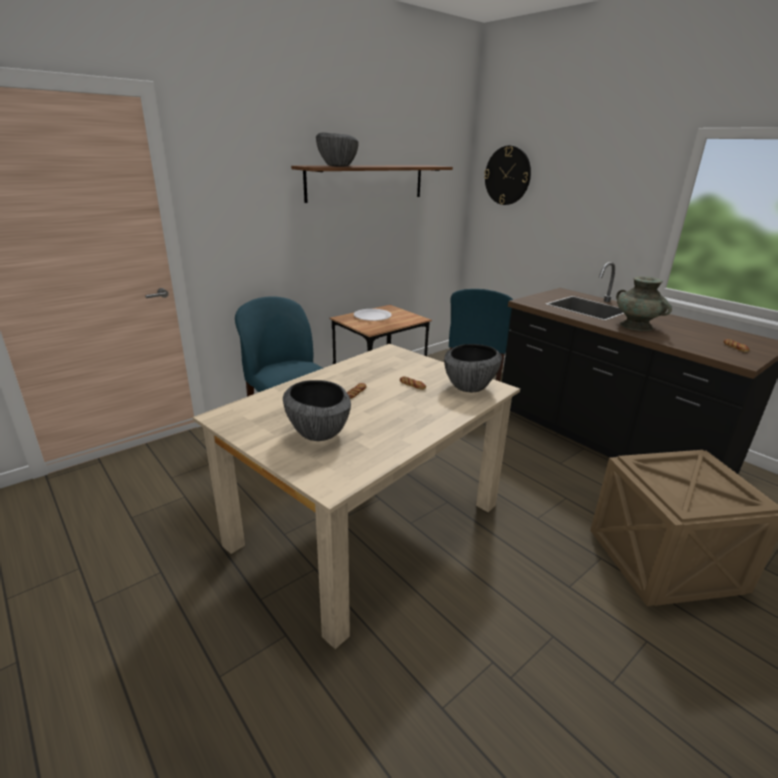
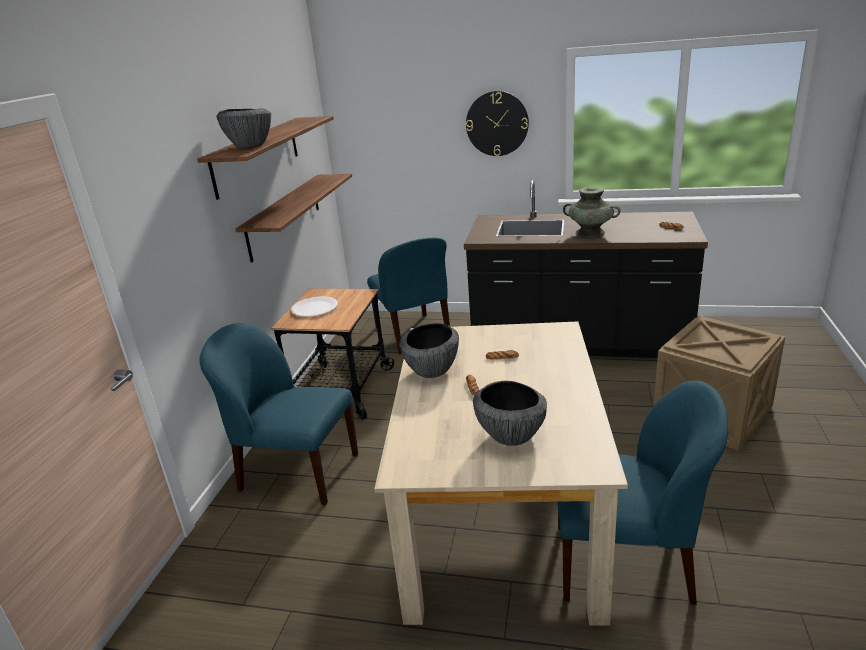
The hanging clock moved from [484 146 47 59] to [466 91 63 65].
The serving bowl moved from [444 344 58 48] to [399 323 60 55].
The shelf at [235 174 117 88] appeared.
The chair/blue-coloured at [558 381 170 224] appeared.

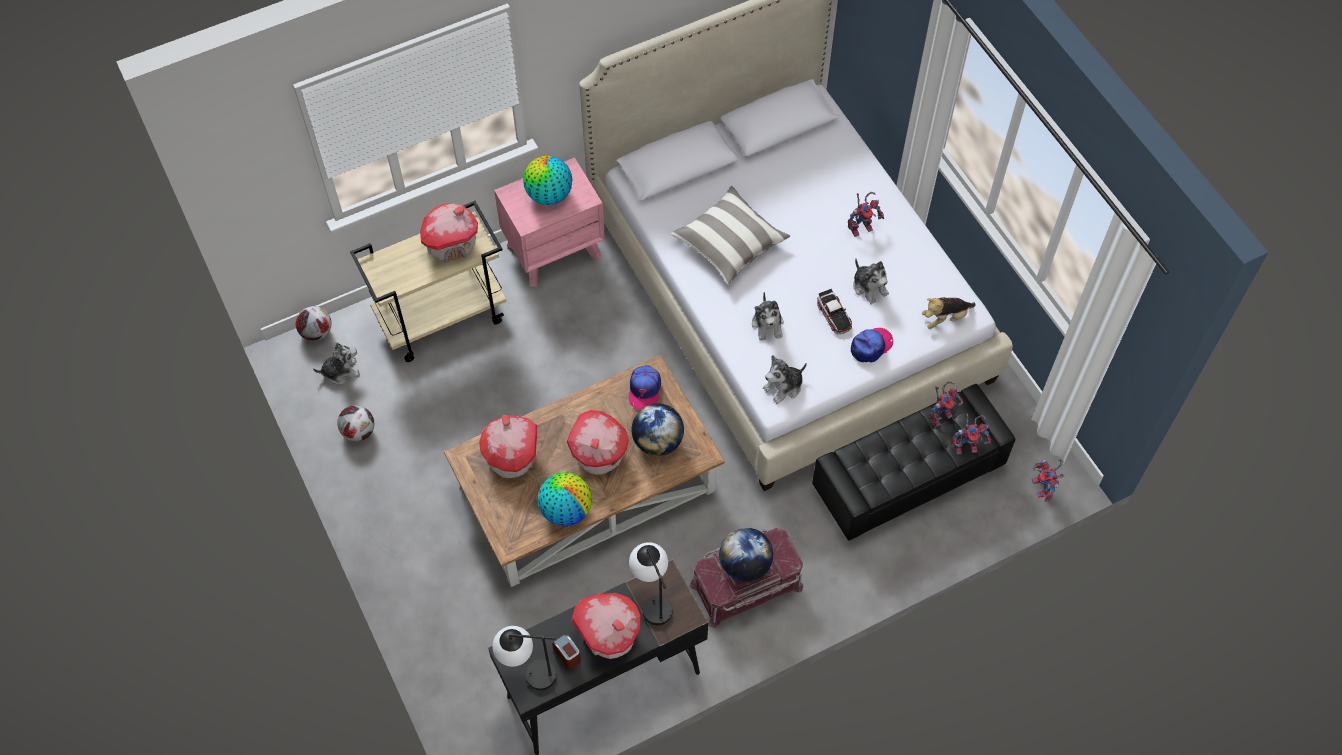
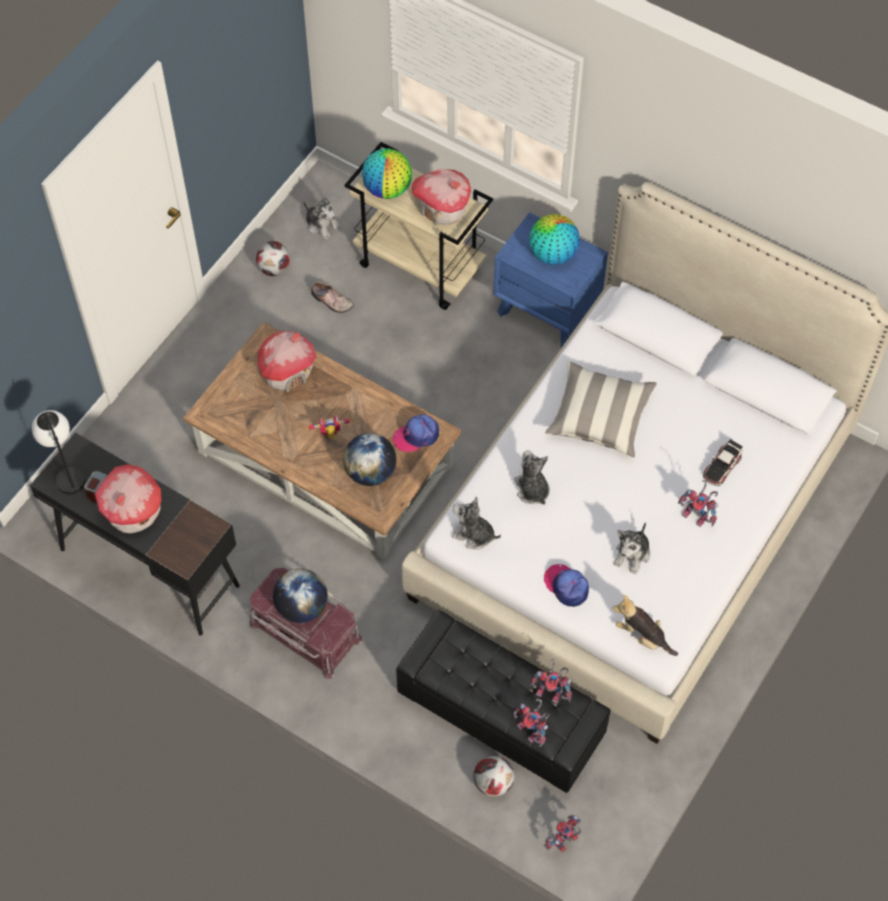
The night table/pink-coloured at [494 157 111 130] became the night table/blue-coloured at [493 212 115 136].
The model car moved from [817 289 35 45] to [703 439 40 47].
The cuddly toy at [752 292 32 49] turned 105 degrees clockwise.
The football moved from [296 306 35 35] to [473 756 41 41].
The baseball cap at [851 328 42 35] turned 150 degrees counterclockwise.
The toy house at [566 410 63 65] was replaced by the model robot at [306 416 47 23].
The desk globe moved from [538 472 54 54] to [362 149 50 50].
The tabletop lamp at [629 542 44 83] disappeared.
The item of footwear at [311 282 43 31] appeared.

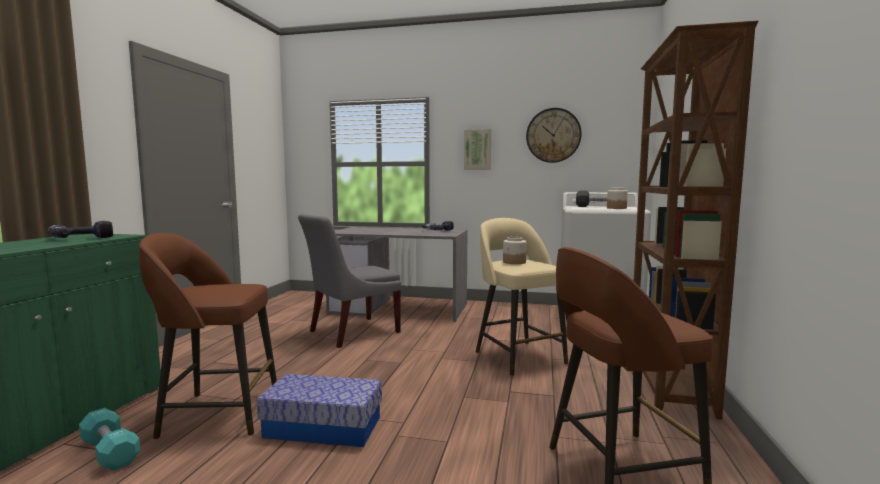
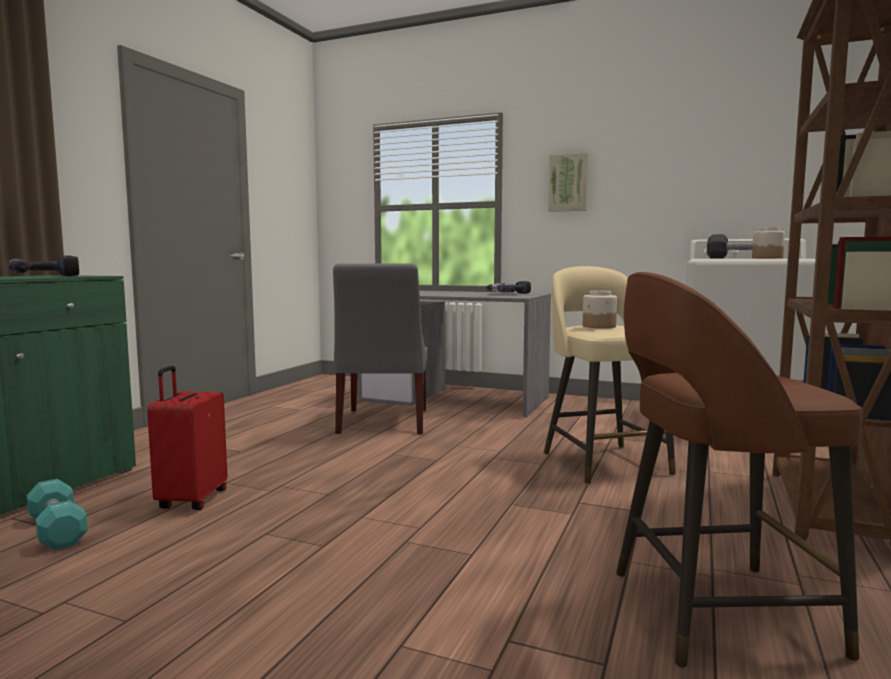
The hanging clock at [526 108 56 55] disappeared.
The chair/gray at [298 214 103 134] turned 60 degrees counterclockwise.
The sitting stool/brown at [139 233 138 206] was replaced by the suitcase/red at [147 366 81 144].
The storage container at [257 374 125 73] disappeared.

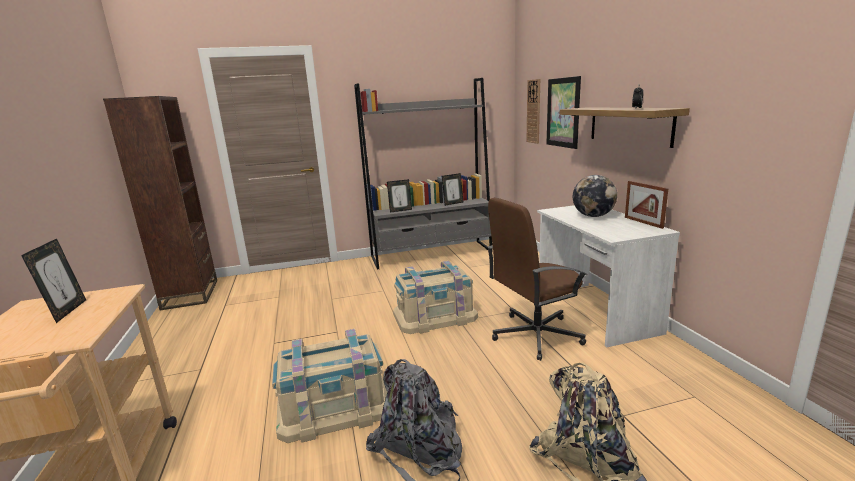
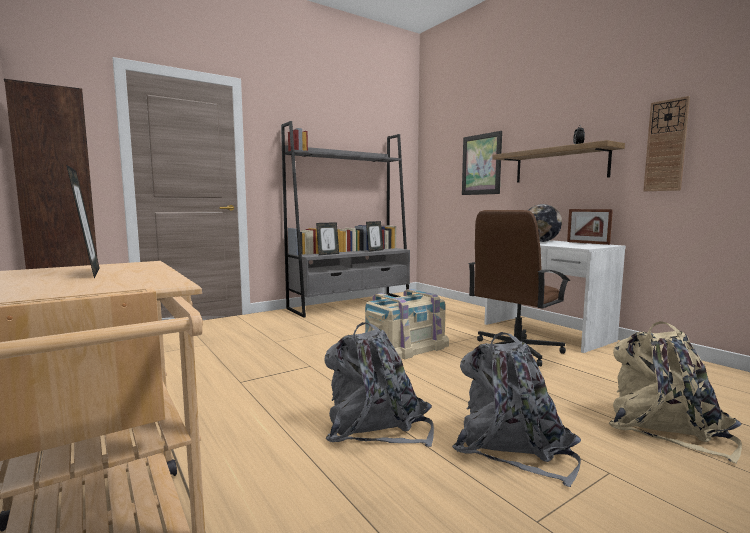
The hanging clock moved from [526 79 14 65] to [643 96 47 95].
The storage container/beige-coloured at [272 329 115 114] was replaced by the backpack/gray at [324 322 110 125].

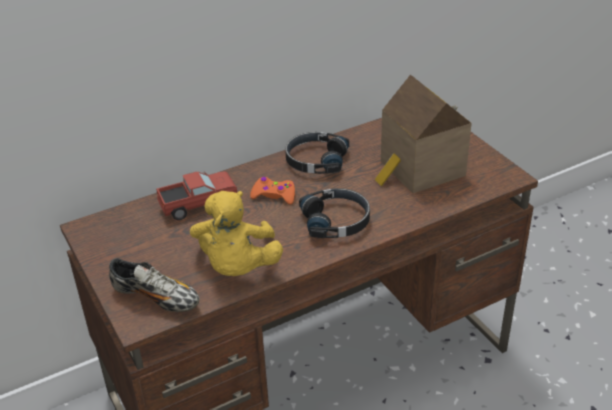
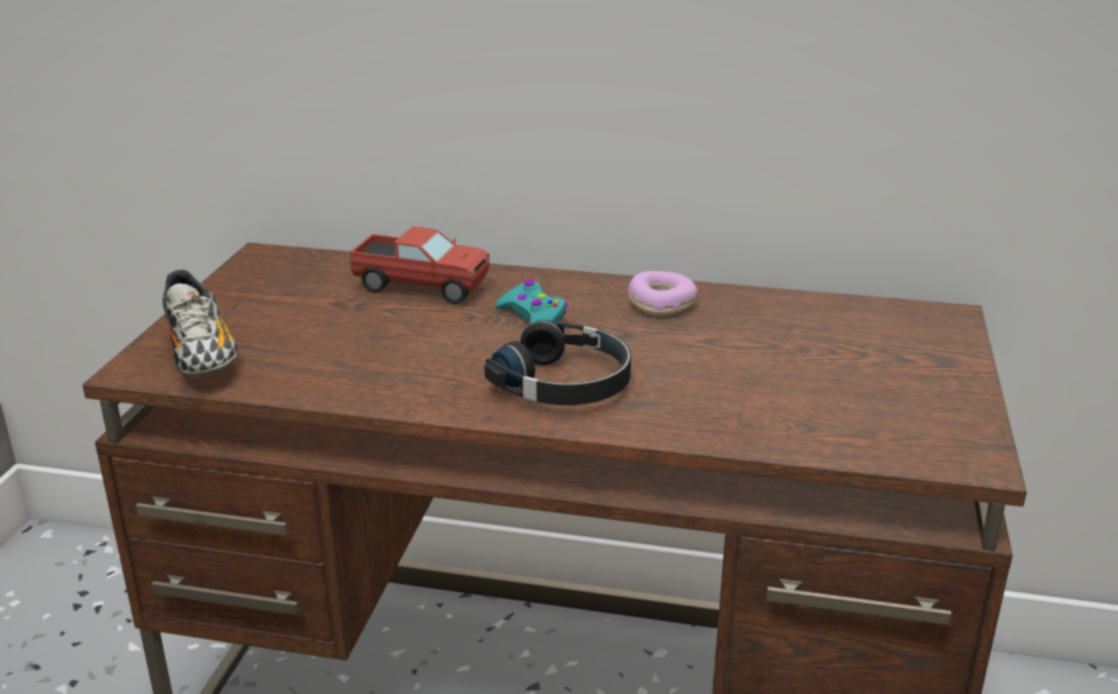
The toy house at [374 74 98 119] disappeared.
The headset/black at [285 132 65 42] was replaced by the doughnut at [627 271 71 45].
The game controller/orangey at [250 177 45 28] became the game controller/blue-green at [495 280 72 44].
The cuddly toy/yellow at [190 191 93 85] disappeared.

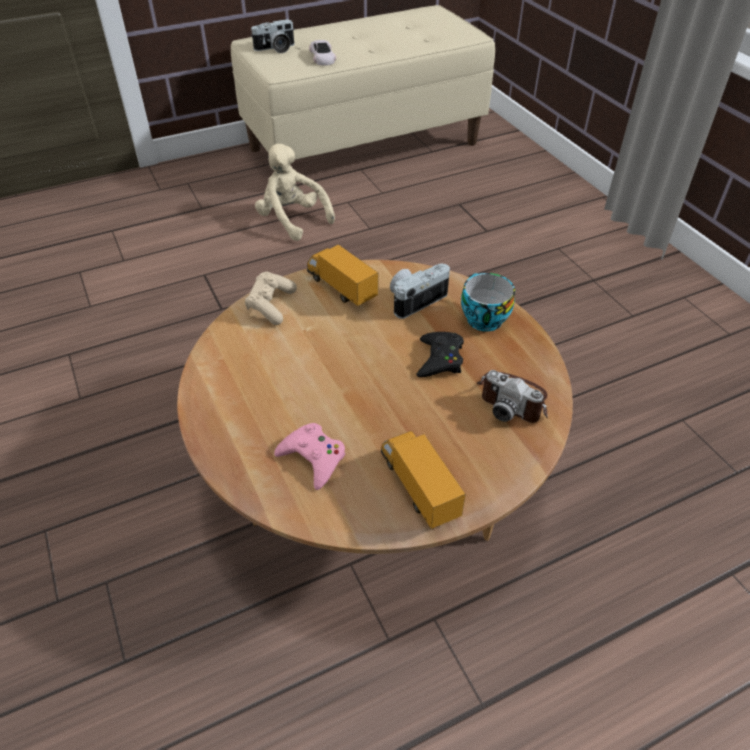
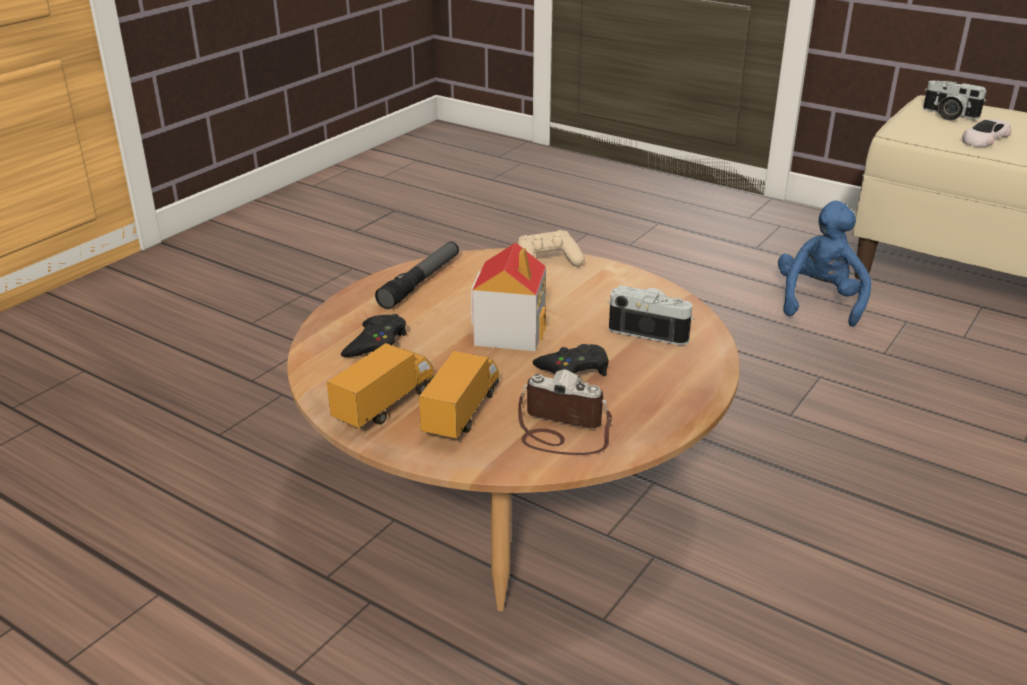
The cuddly toy/beige-coloured at [255 144 80 97] became the cuddly toy/blue-coloured at [778 201 93 126].
The model truck moved from [307 244 71 62] to [419 351 80 88].
The small cup at [461 273 54 59] disappeared.
The still camera at [477 370 71 53] turned 105 degrees clockwise.
The game controller/pink-coloured at [274 423 71 67] became the game controller/black at [341 314 66 43].
The hand torch at [375 242 84 67] appeared.
The toy house at [471 242 75 109] appeared.

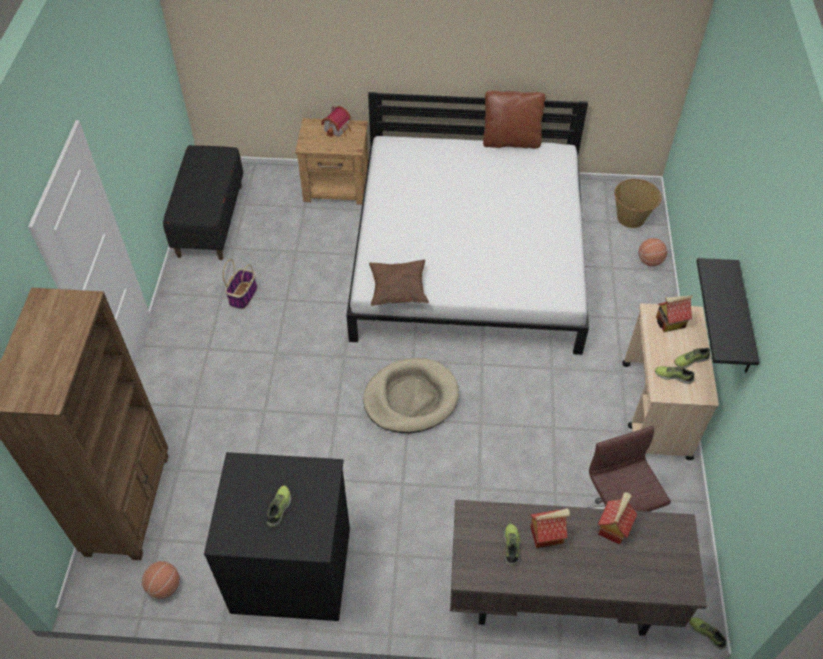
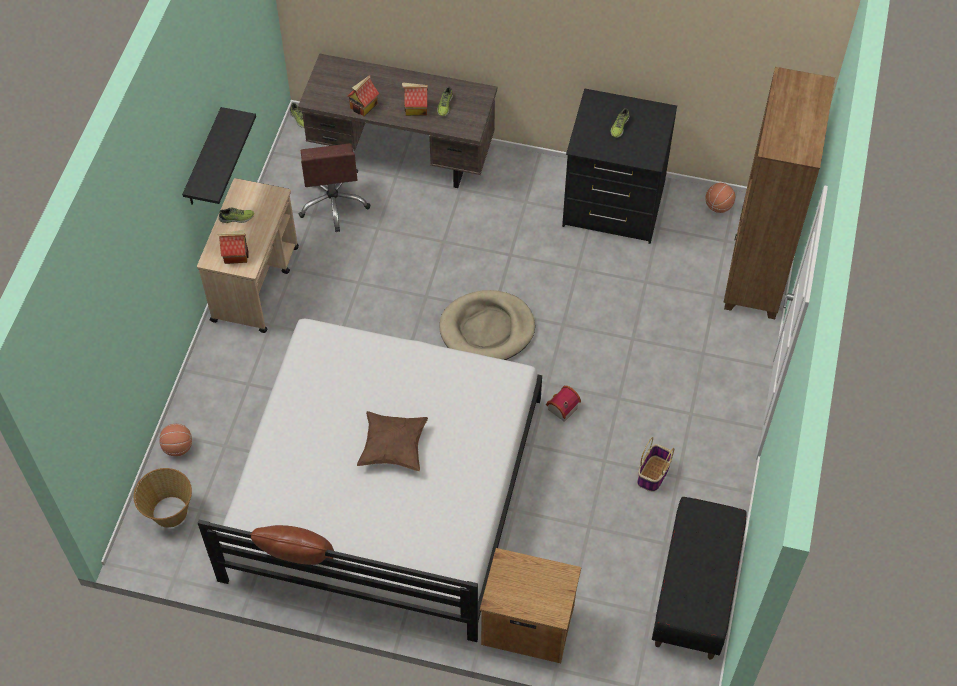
The toy house moved from [321 106 30 31] to [546 386 35 36].
The pillow/brown moved from [369 260 60 46] to [357 411 71 60].
The item of footwear at [655 366 39 18] disappeared.

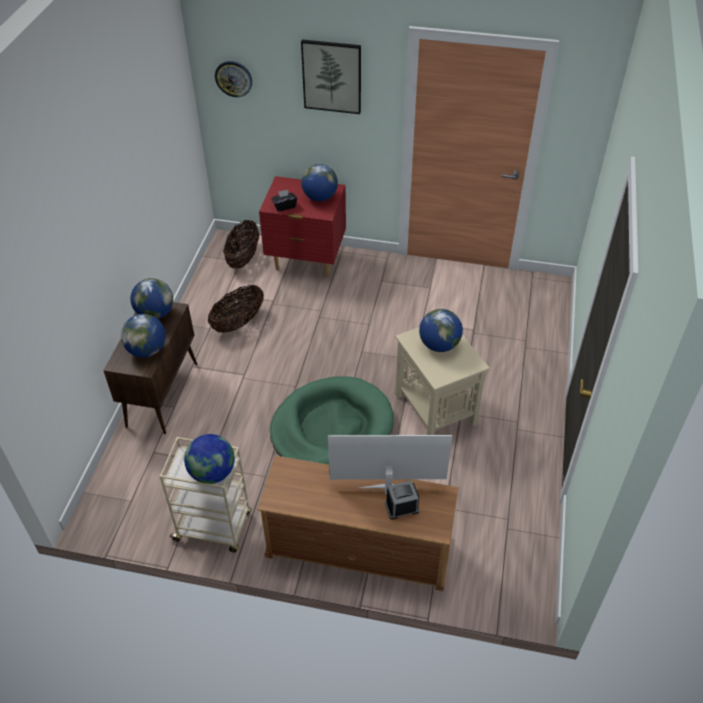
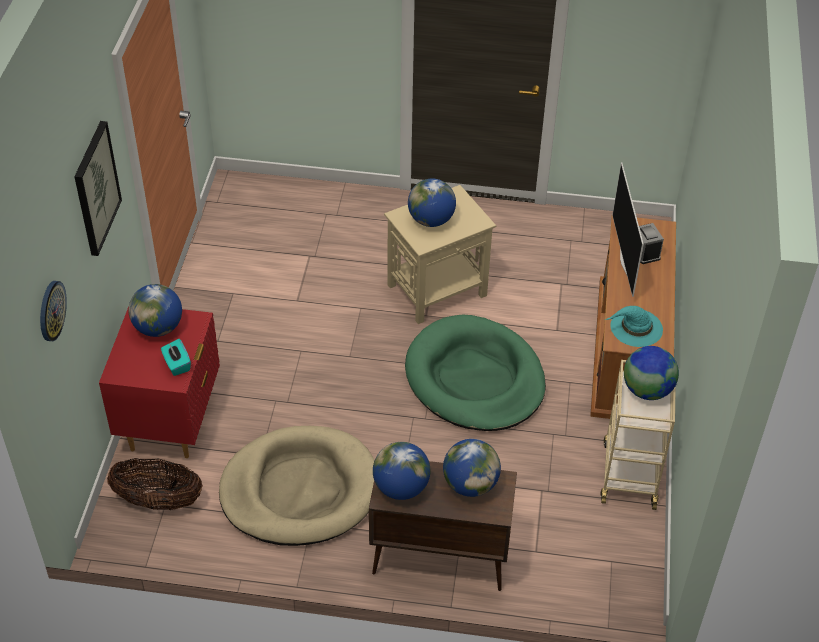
The tissue holder/black at [272 190 25 22] became the tissue holder/blue-green at [161 339 30 37].
The storage basket at [208 285 56 48] was replaced by the dog bed/beige-coloured at [219 426 156 120].
The hat/blue-green at [605 306 58 41] appeared.

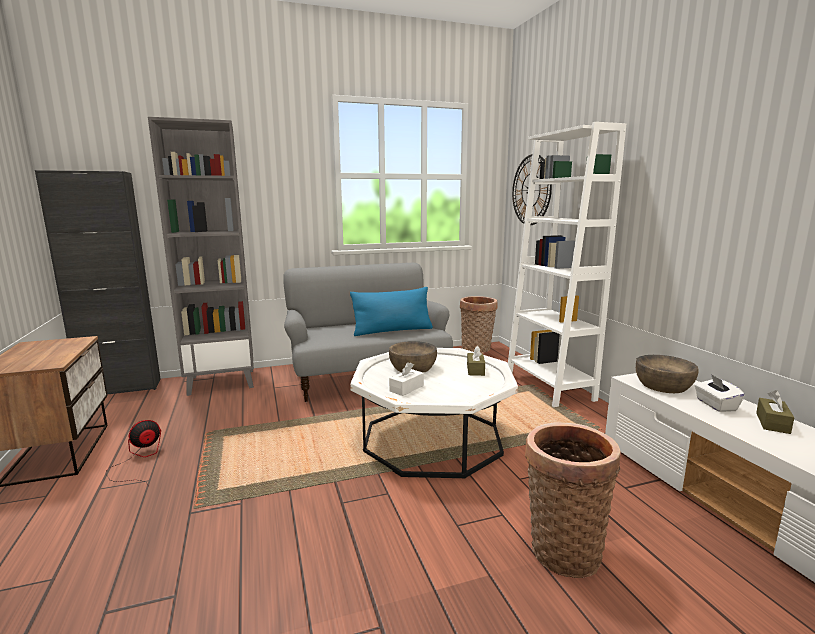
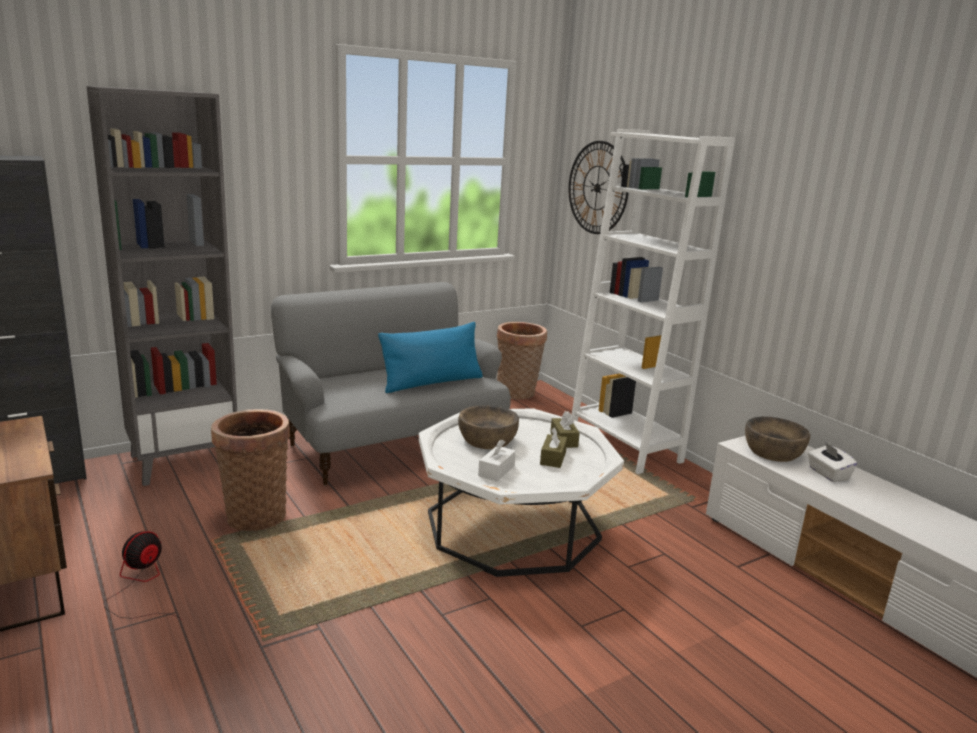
The tissue holder/brown moved from [756 390 38 44] to [540 428 28 40].
The storage basket moved from [525 422 95 156] to [211 409 79 122].

